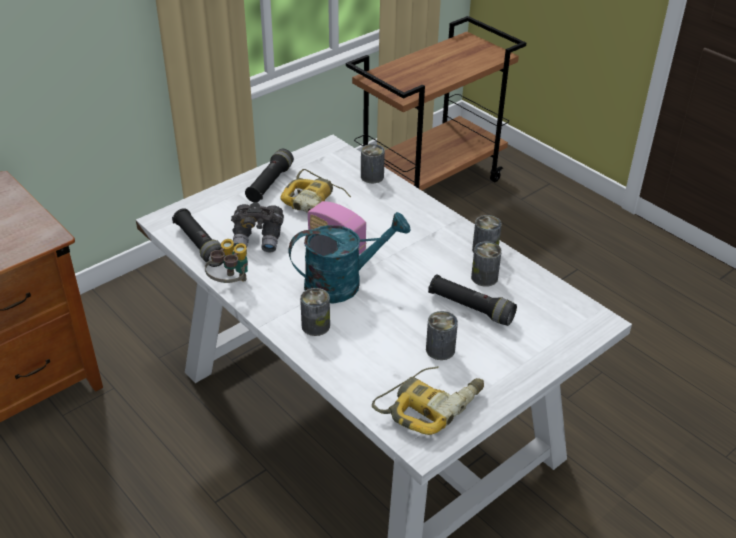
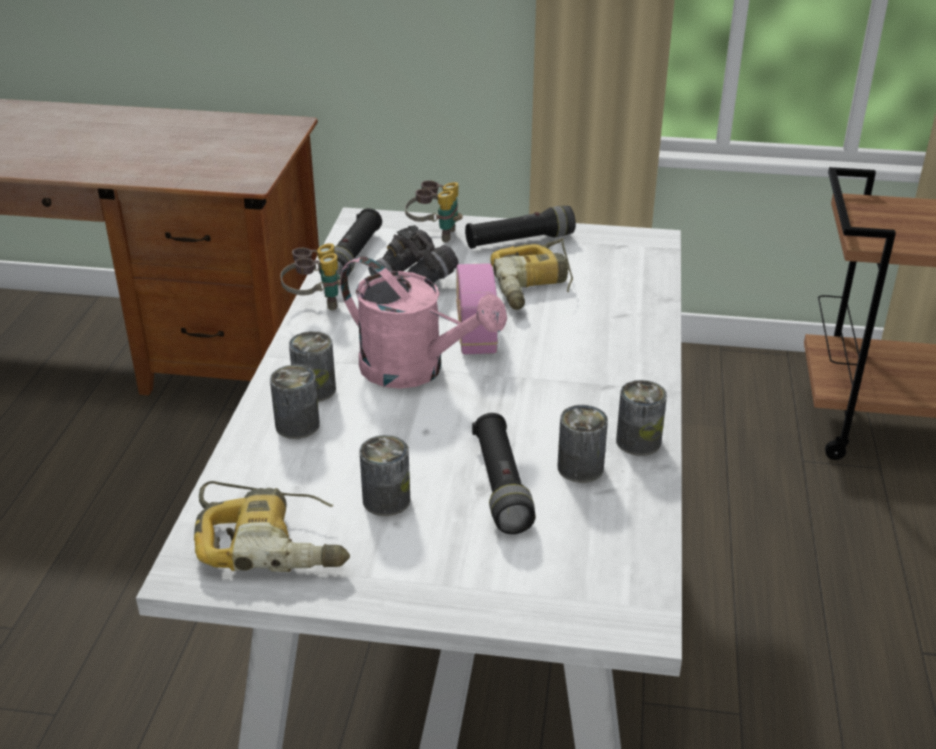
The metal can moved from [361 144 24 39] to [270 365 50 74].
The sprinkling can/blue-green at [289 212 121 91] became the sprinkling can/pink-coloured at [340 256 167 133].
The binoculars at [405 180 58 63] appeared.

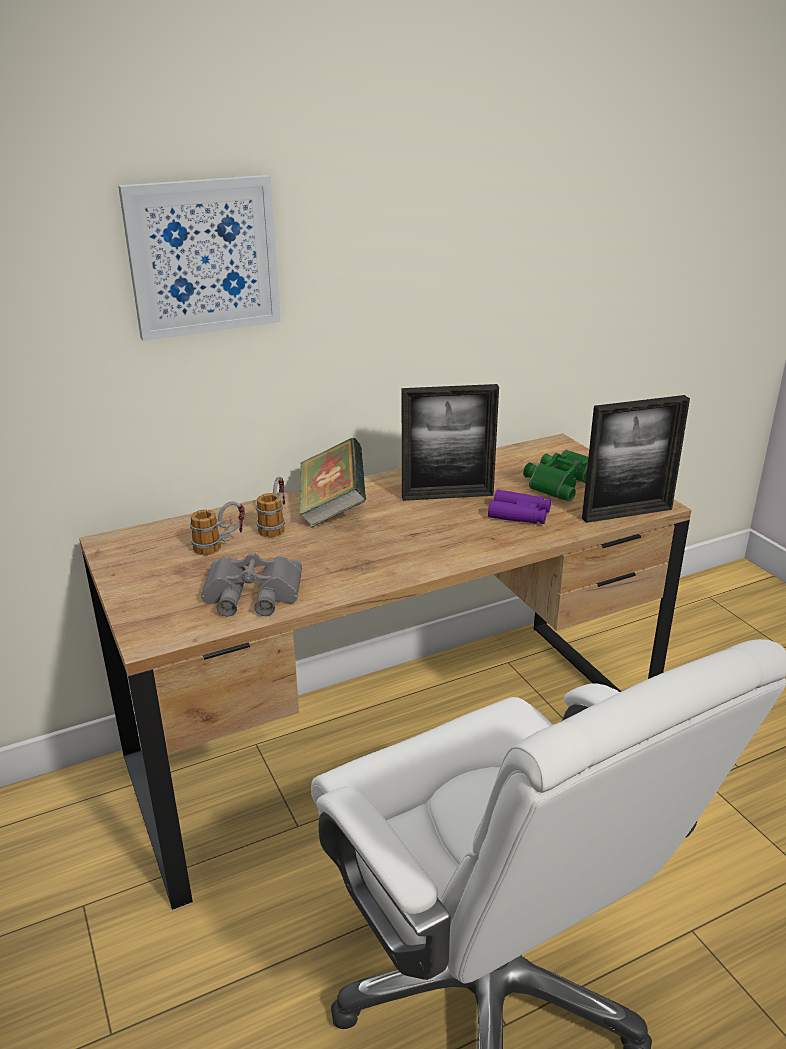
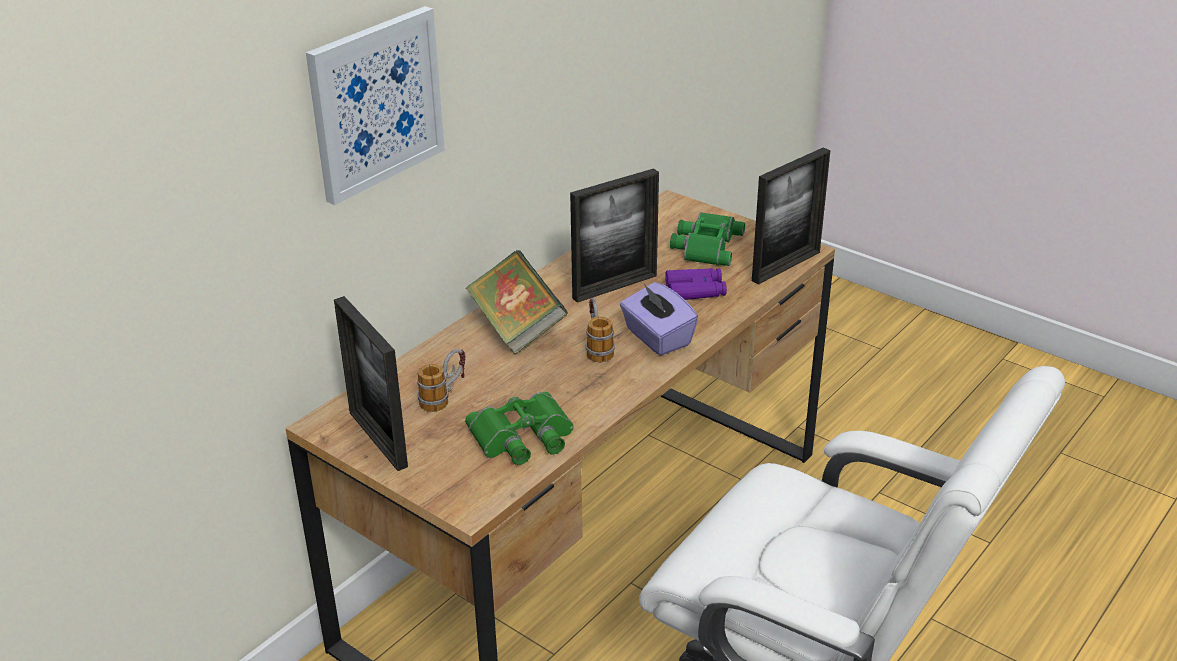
The tea mug moved from [256 477 29 60] to [586 298 29 64].
The binoculars/gray at [201 553 101 63] became the binoculars/green-coloured at [465 392 109 73].
The tissue holder/purple-coloured at [620 282 78 74] appeared.
The standing frame at [334 296 74 175] appeared.

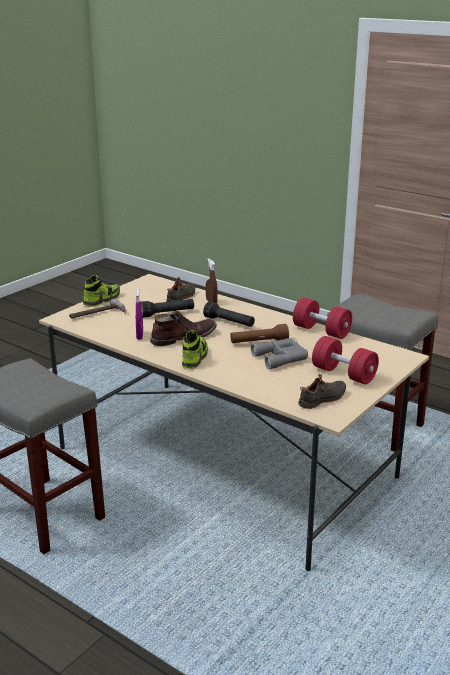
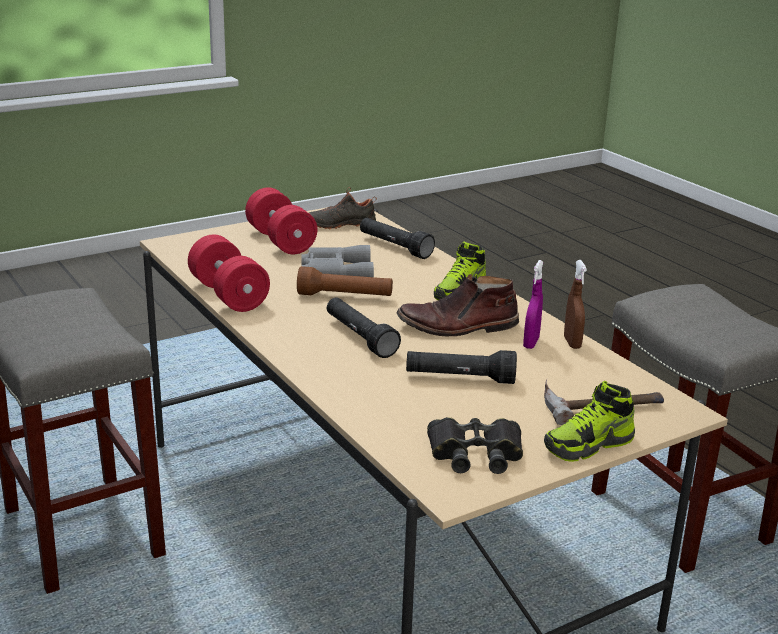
The sprayer/brown moved from [206 258 12 45] to [564 260 23 89].
The item of footwear/black at [166 277 29 25] disappeared.
The hand torch/black at [360 218 75 41] appeared.
The binoculars/black at [427 417 96 57] appeared.

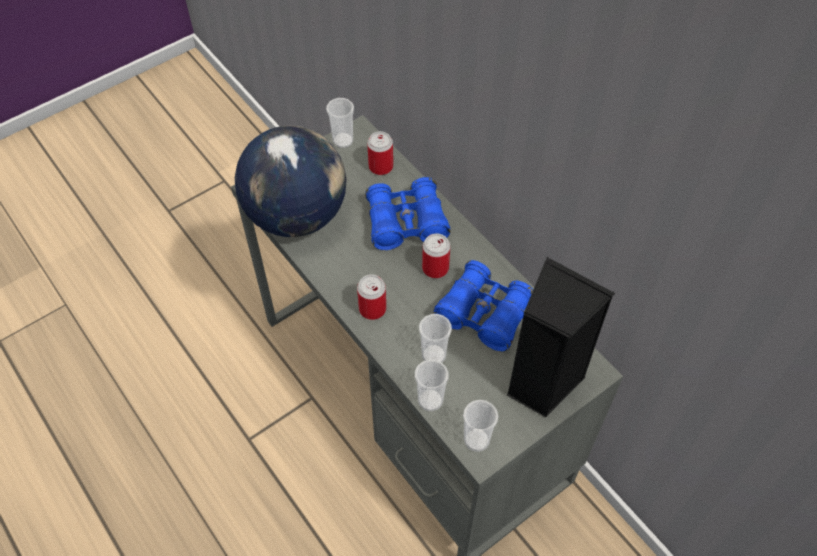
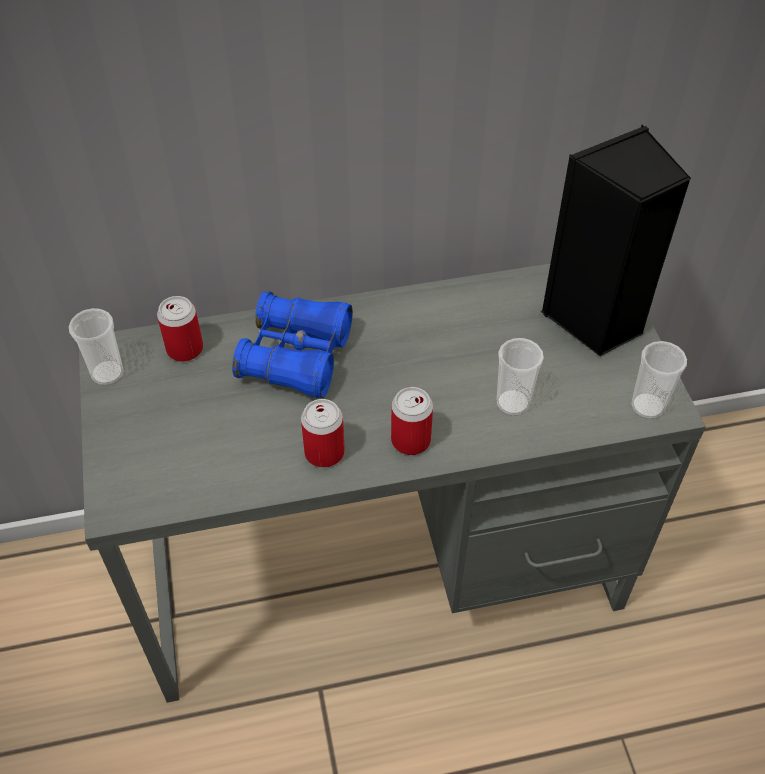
The desk globe at [235 126 111 111] disappeared.
The metal can moved from [422 233 28 45] to [301 399 44 68].
The binoculars/blue-coloured at [433 260 100 92] disappeared.
The small cup at [415 360 34 51] disappeared.

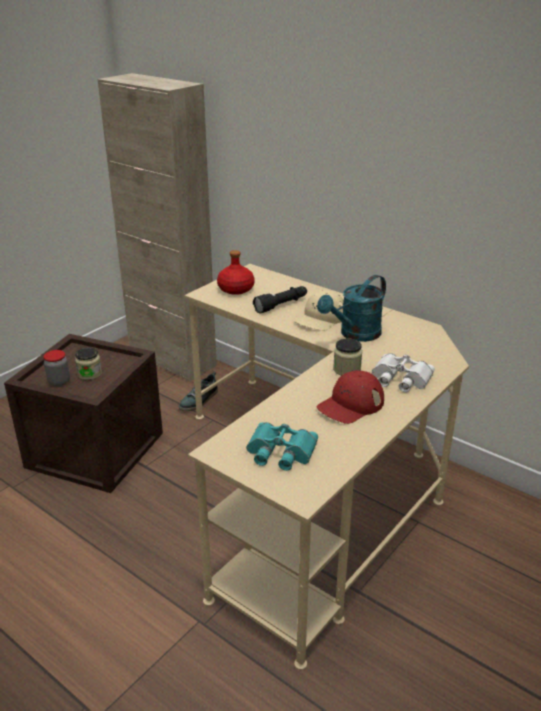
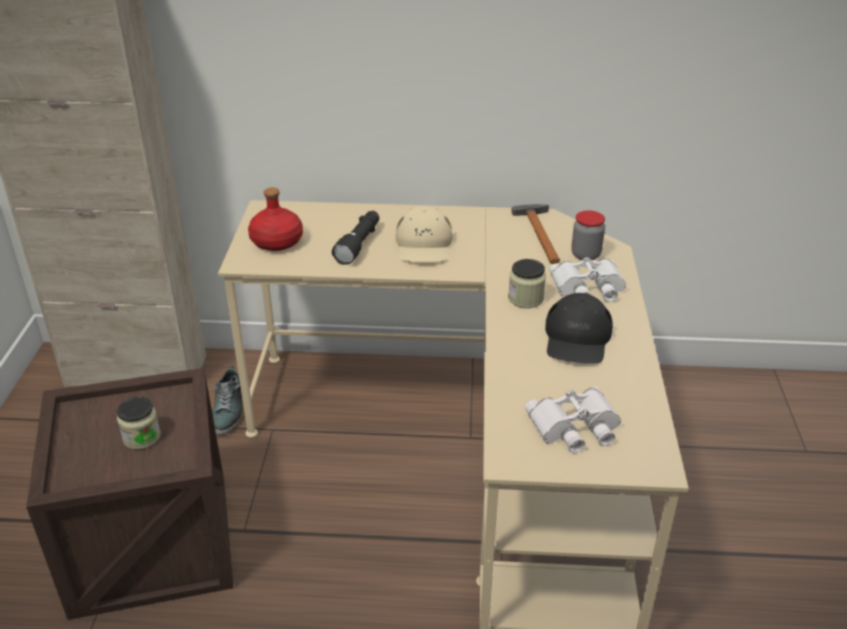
The sprinkling can/blue-green at [317 275 69 67] disappeared.
The jar moved from [43 350 27 37] to [571 210 34 50].
The baseball cap/red at [317 370 67 54] became the baseball cap/black at [545 293 68 70].
The binoculars/blue-green at [246 422 72 49] became the binoculars/white-coloured at [525 387 96 66].
The hand hammer at [512 204 48 60] appeared.

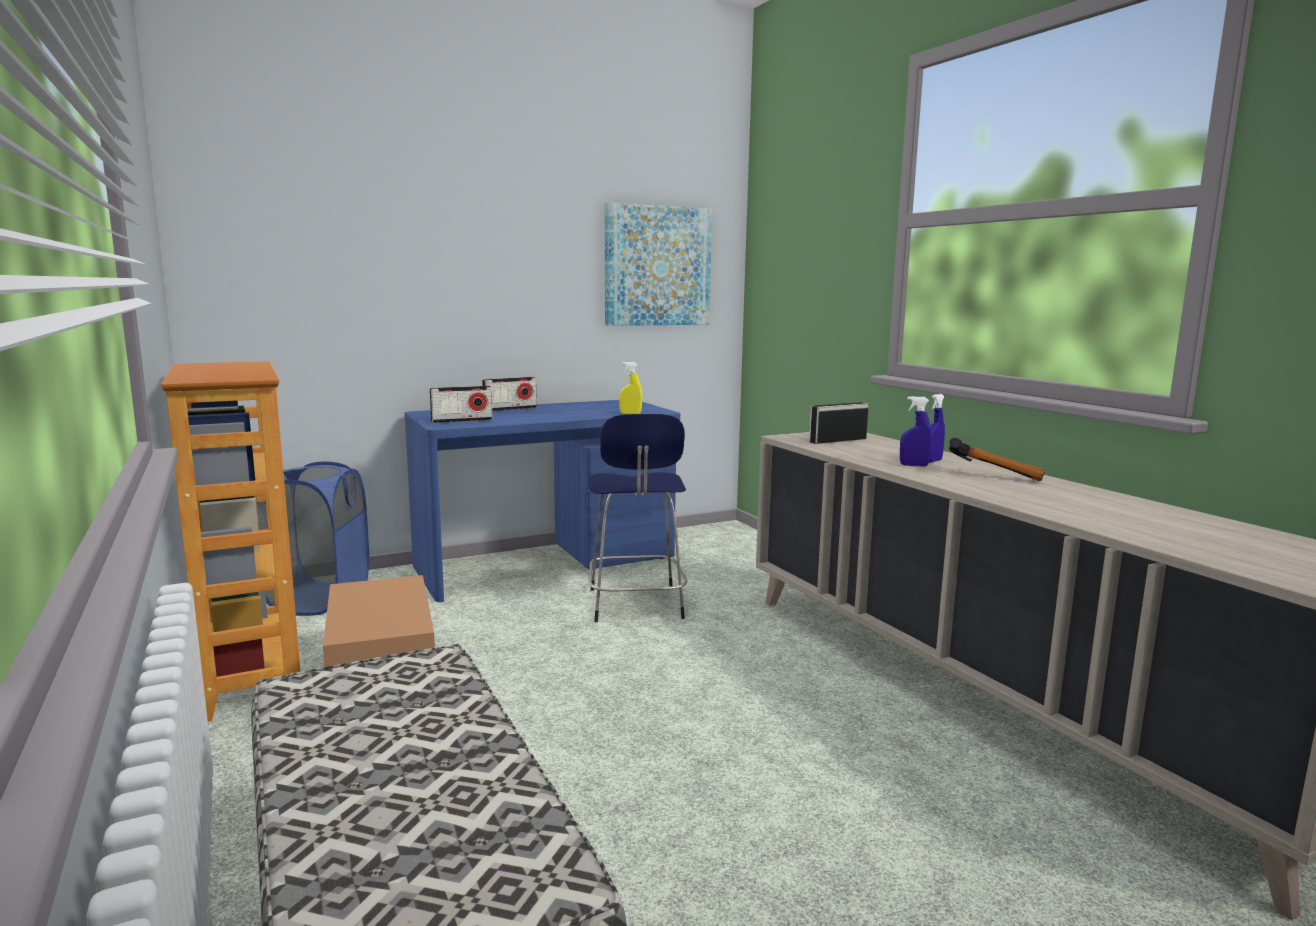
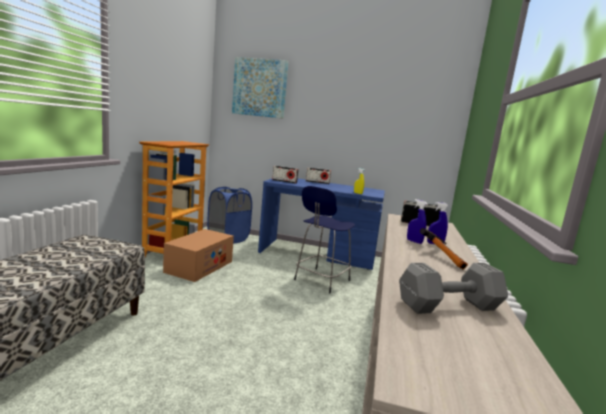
The picture moved from [605 203 107 123] to [232 57 57 61].
The dumbbell/gray at [399 263 109 51] appeared.

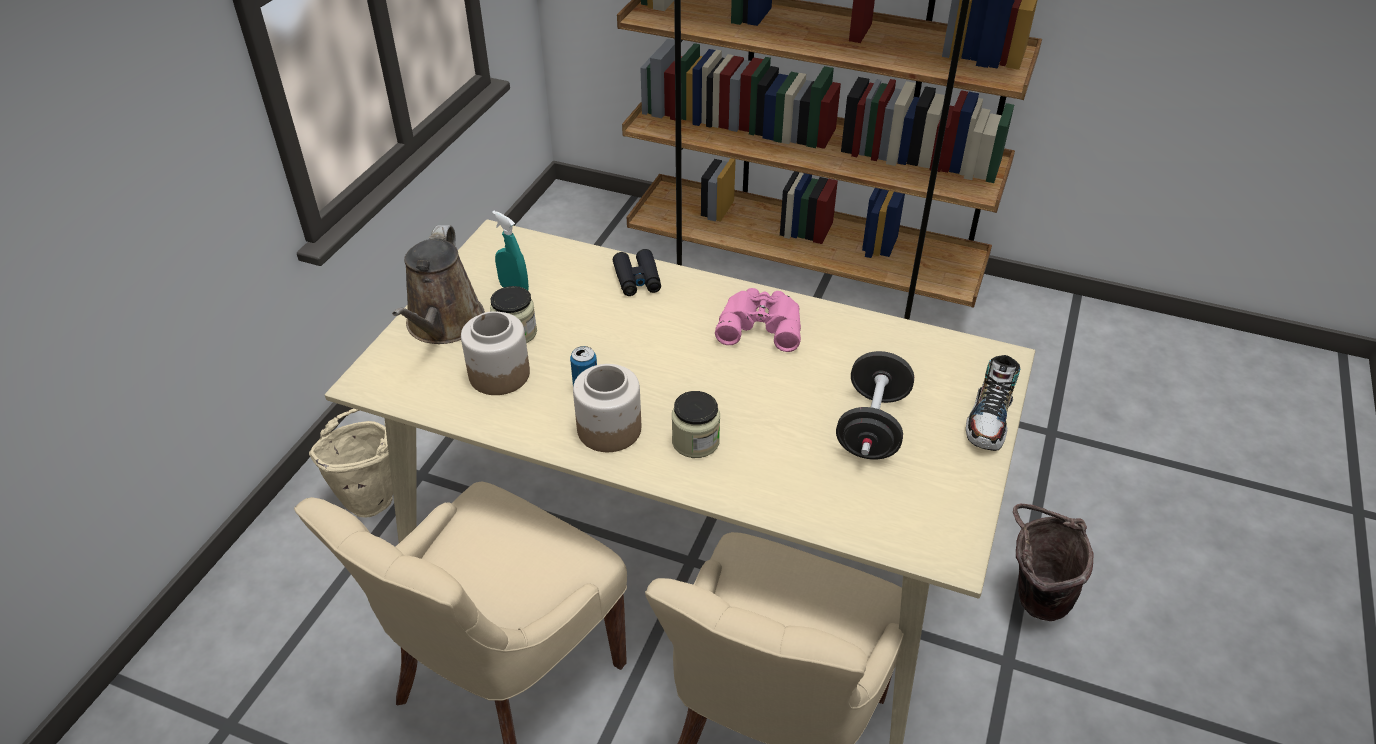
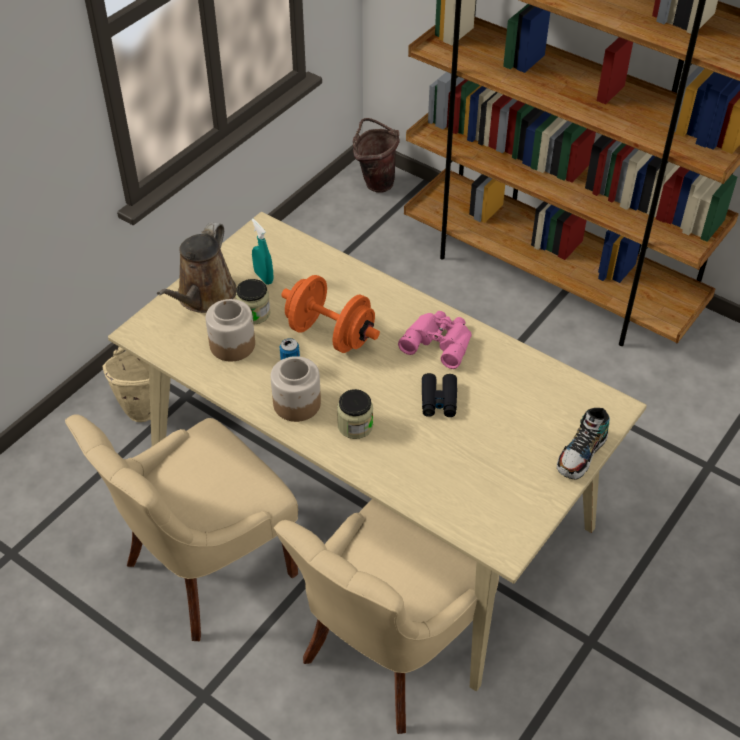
The binoculars/black moved from [613 249 48 47] to [422 373 35 44].
The dumbbell/black at [836 351 78 109] disappeared.
The bucket/brown moved from [1013 503 80 118] to [353 118 46 75].
The dumbbell/orangey at [281 275 99 78] appeared.

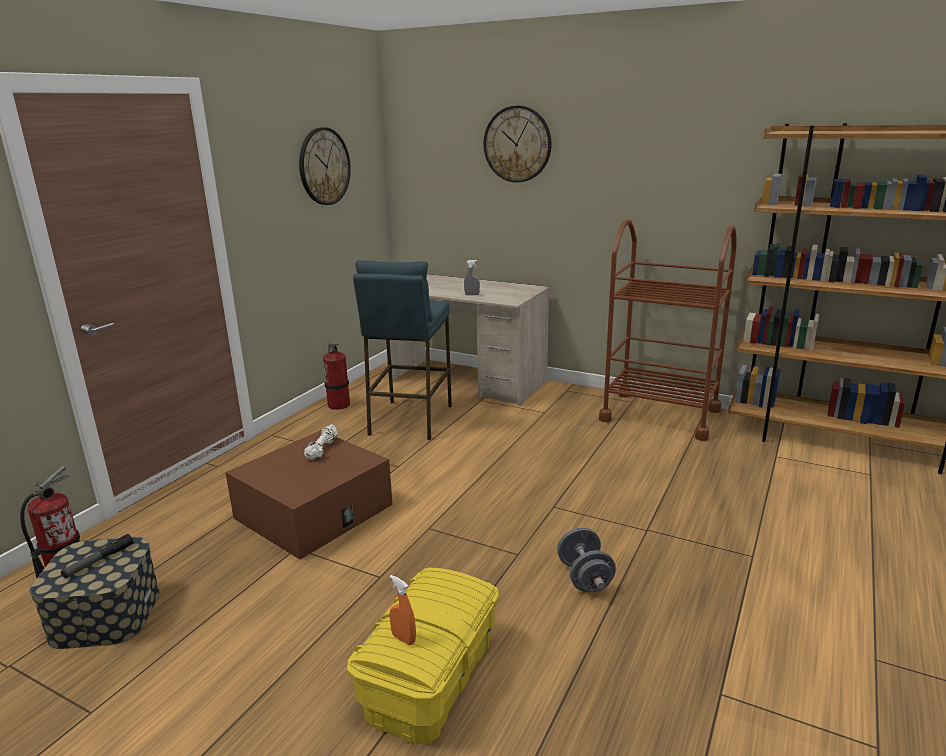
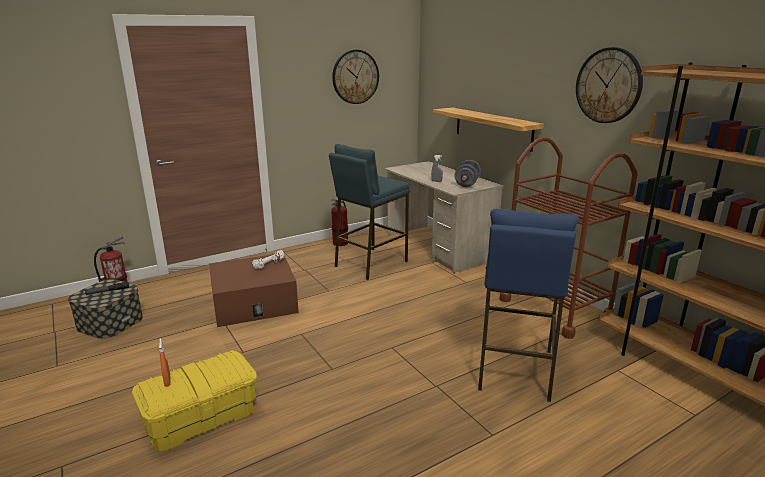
The hanging clock moved from [483 106 69 77] to [576 47 67 76].
The dumbbell/gray moved from [557 527 59 65] to [454 160 27 27].
The shelf at [433 108 111 44] appeared.
The sitting stool/blue-coloured at [478 209 101 193] appeared.

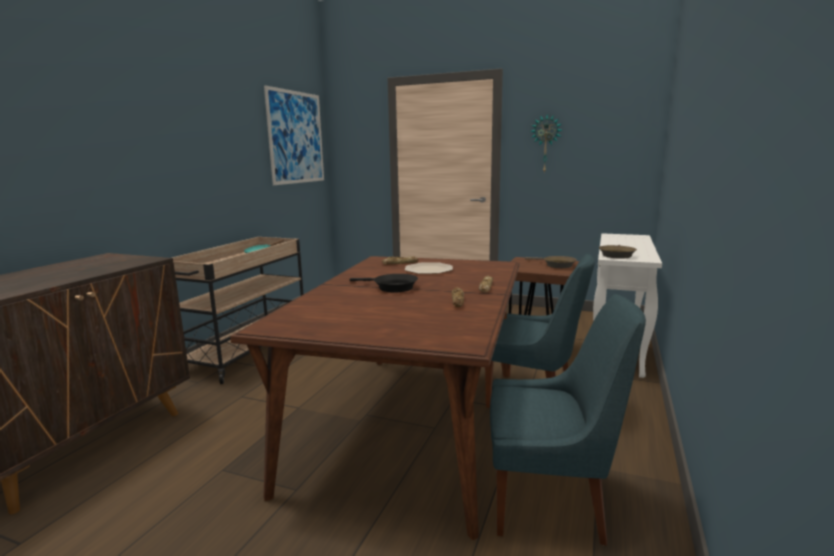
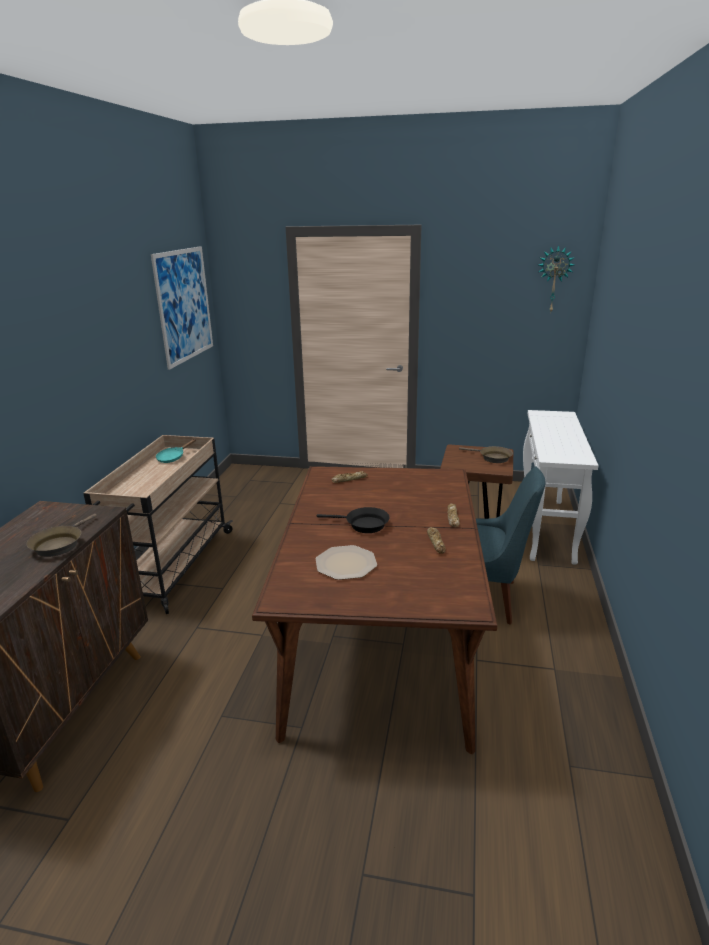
The hanging clock moved from [531 114 31 59] to [539 246 36 65].
The pan/brown moved from [599 245 38 14] to [26 514 71 43].
The plate moved from [405 262 48 12] to [315 545 62 35].
The chair/blue-coloured at [490 294 156 252] disappeared.

